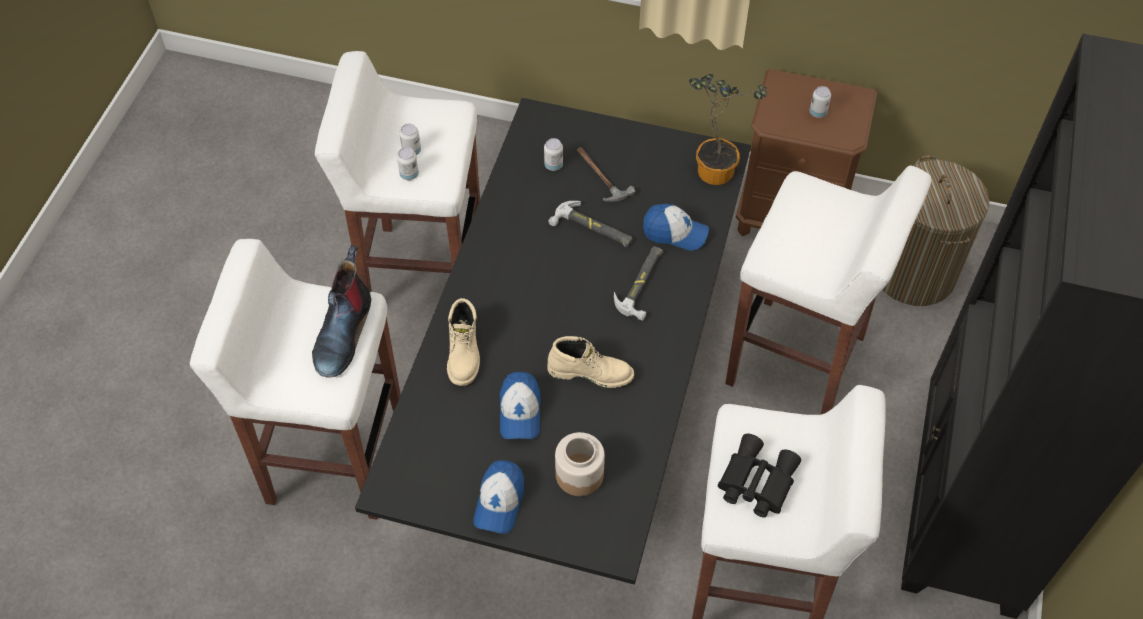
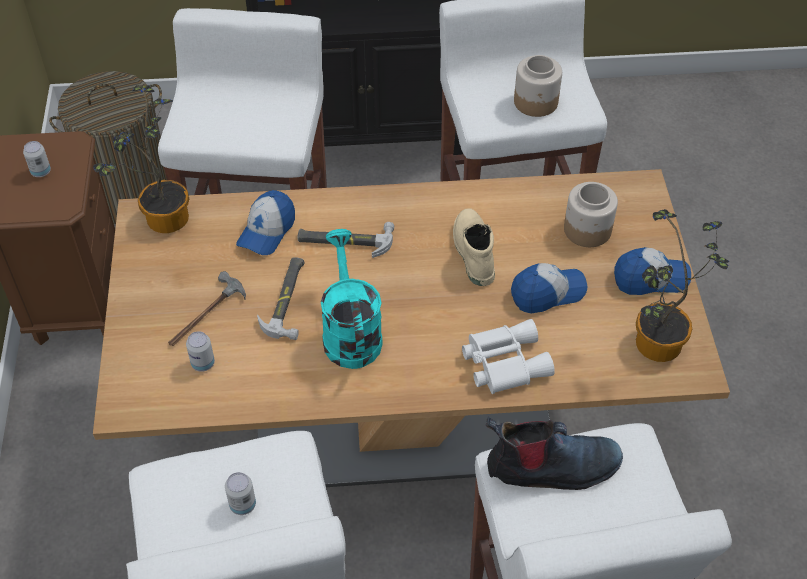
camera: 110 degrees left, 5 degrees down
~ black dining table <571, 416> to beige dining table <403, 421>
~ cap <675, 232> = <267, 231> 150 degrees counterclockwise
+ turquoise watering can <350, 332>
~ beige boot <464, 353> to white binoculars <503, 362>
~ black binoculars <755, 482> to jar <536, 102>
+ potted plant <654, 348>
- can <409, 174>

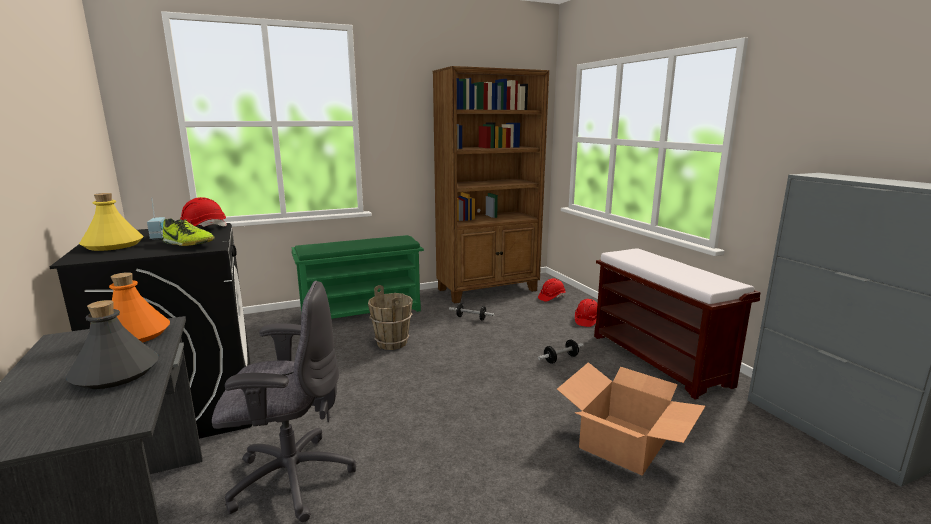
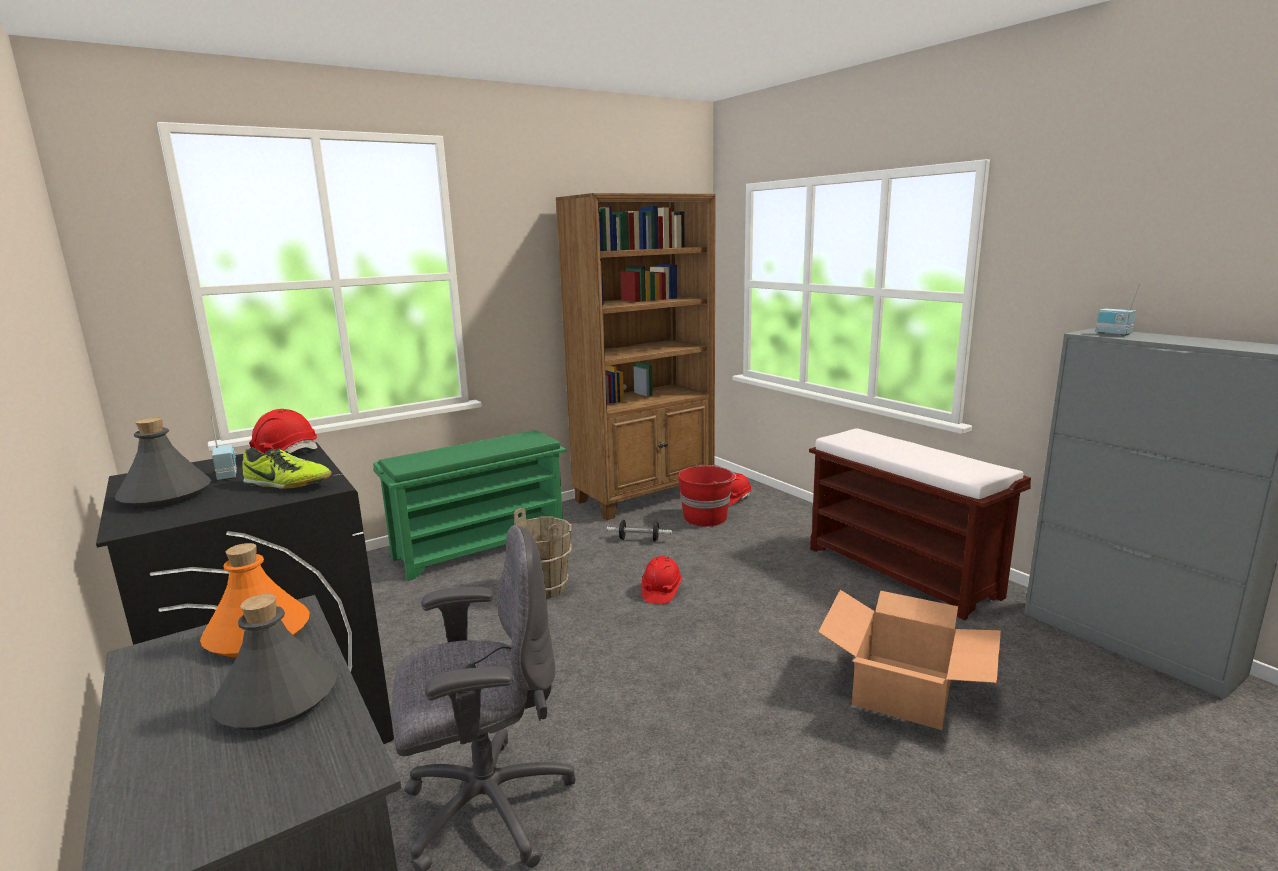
camera: 10 degrees left, 0 degrees up
~ yellow bottle <113, 245> to grey bottle <166, 496>
~ red hard hat <586, 320> to <661, 591>
+ red bucket <706, 518>
+ radio <1113, 334>
- dumbbell <560, 359>

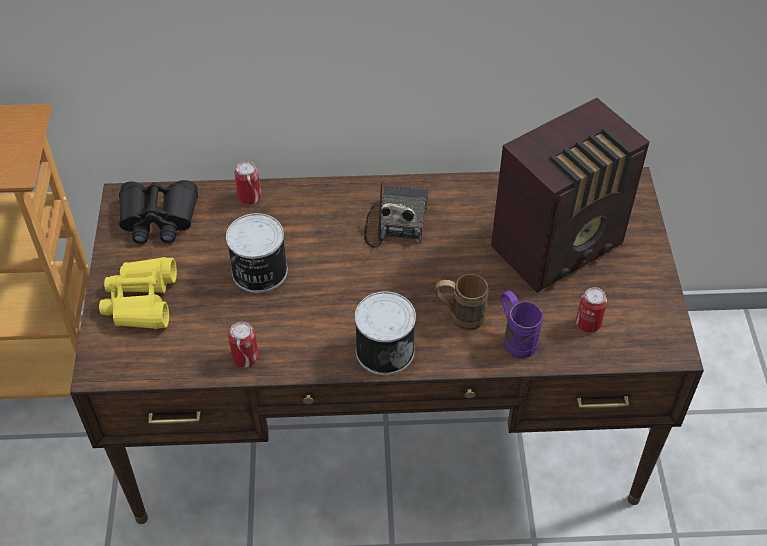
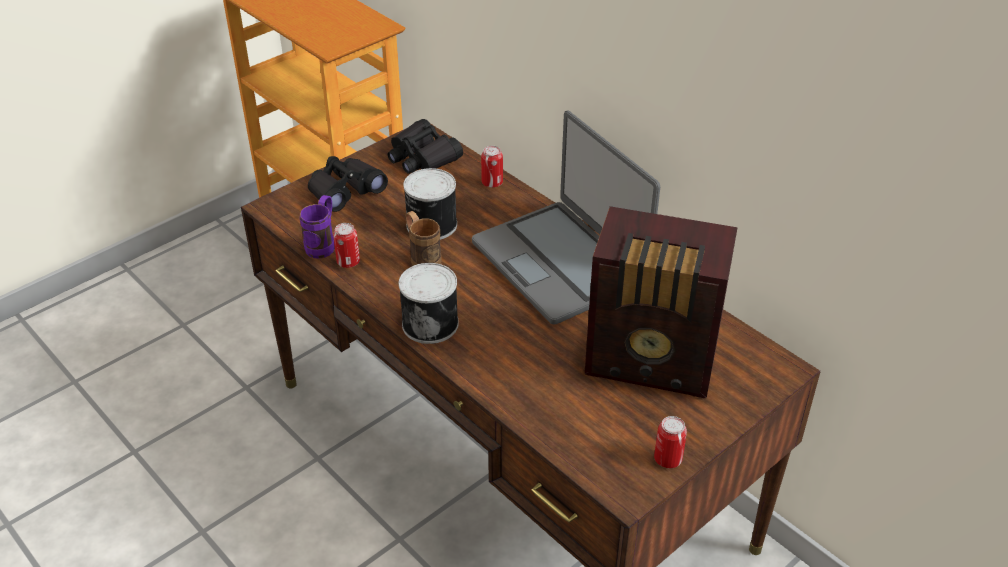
camera: 50 degrees right, 10 degrees down
~ purple mug <515, 338> to <323, 244>
~ yellow binoculars <141, 301> to black binoculars <345, 191>
~ brown mug <459, 316> to <422, 259>
~ radio <396, 222> to laptop <560, 262>
~ can <588, 324> to <668, 459>

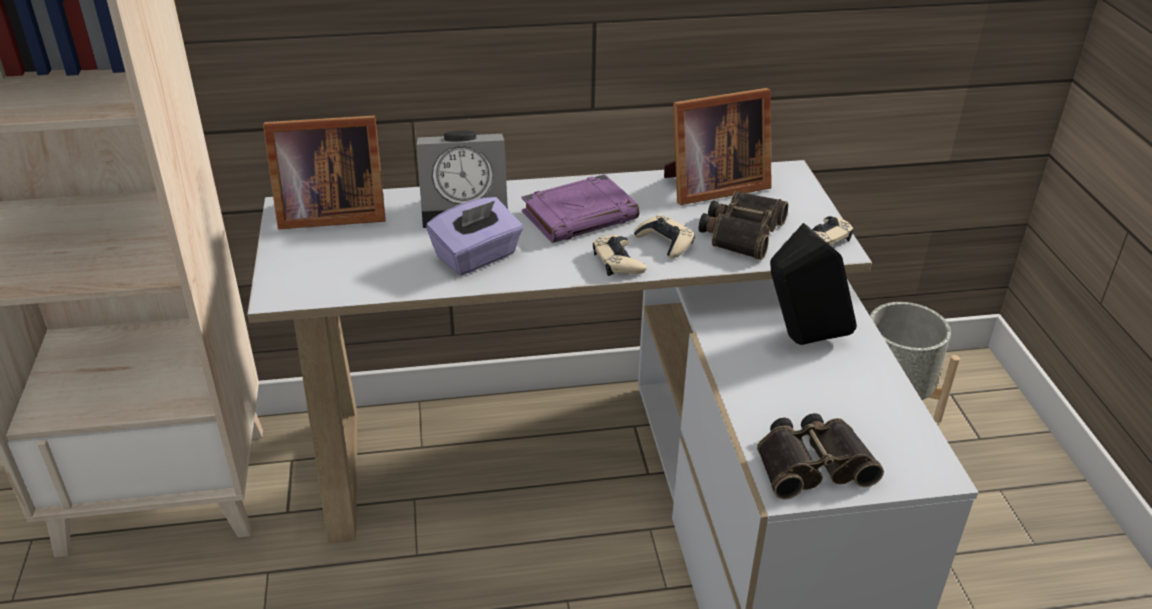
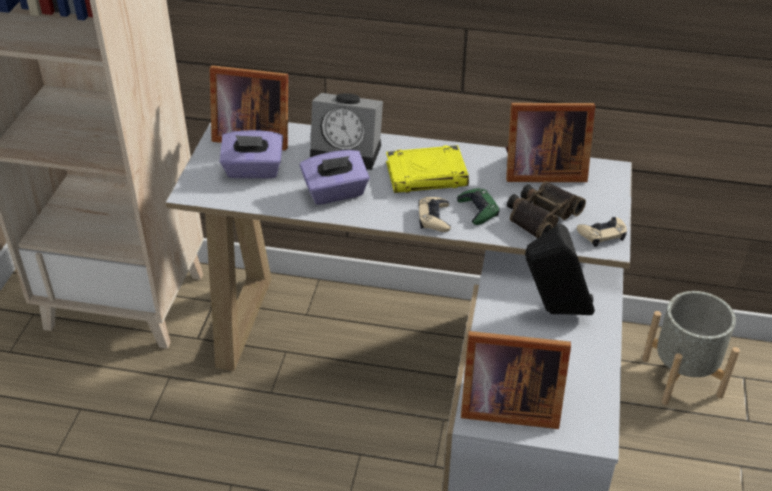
camera: 20 degrees right, 5 degrees up
+ purple tissue box <253, 170>
~ purple book <580, 215> to yellow book <427, 174>
~ beige game controller <665, 242> to green game controller <478, 210>
~ binoculars <812, 463> to picture frame <506, 405>

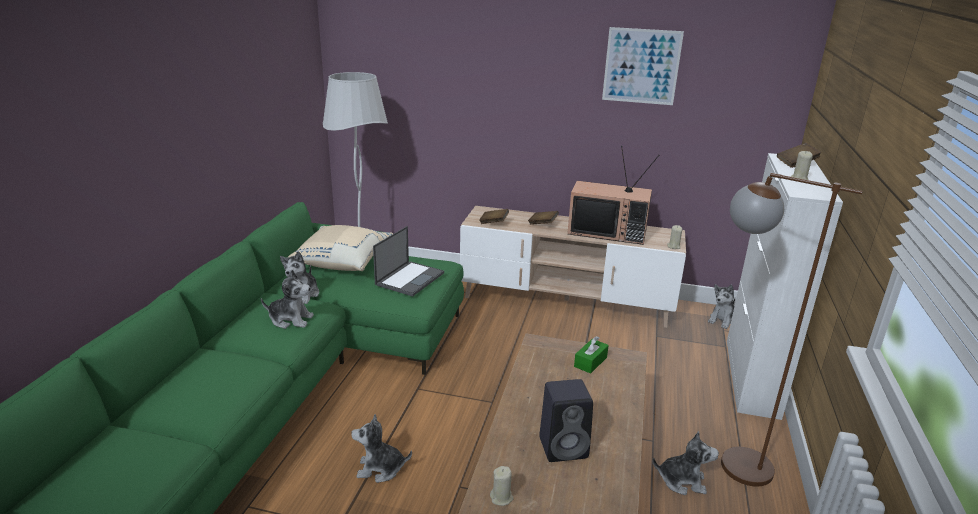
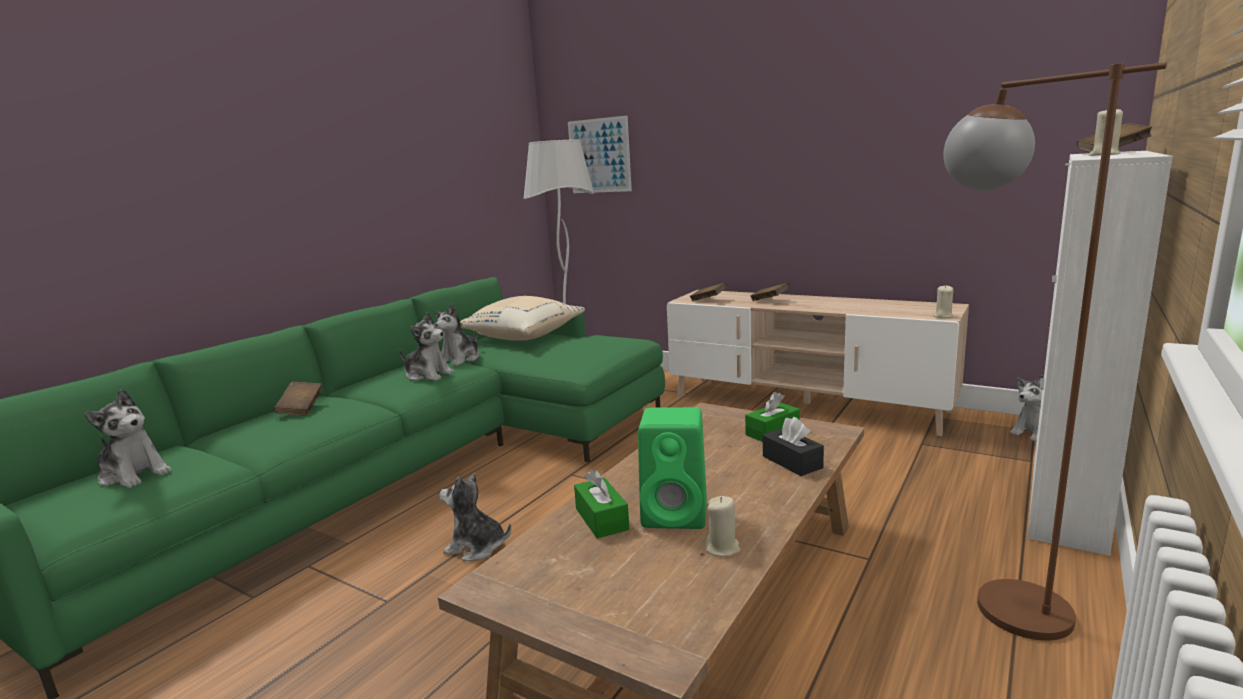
camera: 20 degrees right, 10 degrees down
~ plush toy <682, 481> to <134, 474>
+ brown book <301, 409>
~ picture <641, 66> to <599, 155>
+ green tissue box <601, 519>
~ black speaker <565, 447> to green speaker <677, 514>
~ beige candle <501, 497> to <722, 548>
+ black tissue box <792, 462>
- laptop <410, 278>
- television <608, 232>

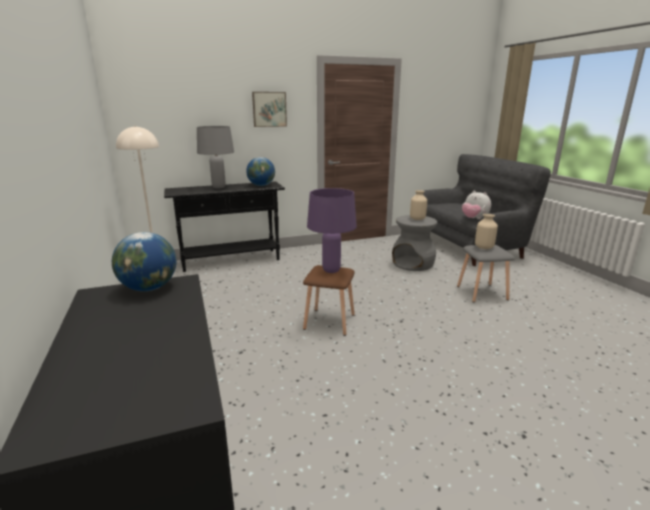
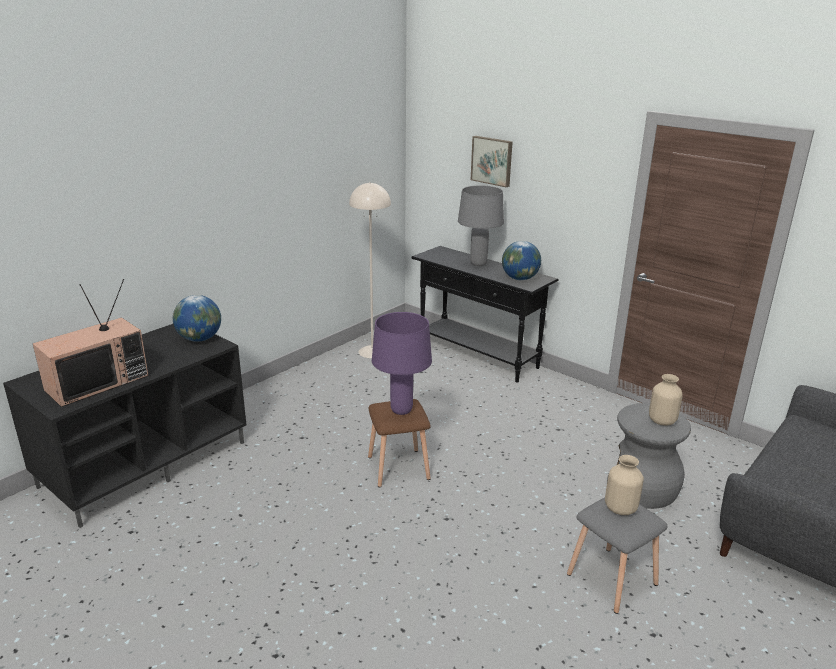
camera: 60 degrees right, 5 degrees up
+ television <98, 382>
~ picture <269, 109> to <492, 160>
- plush toy <474, 219>

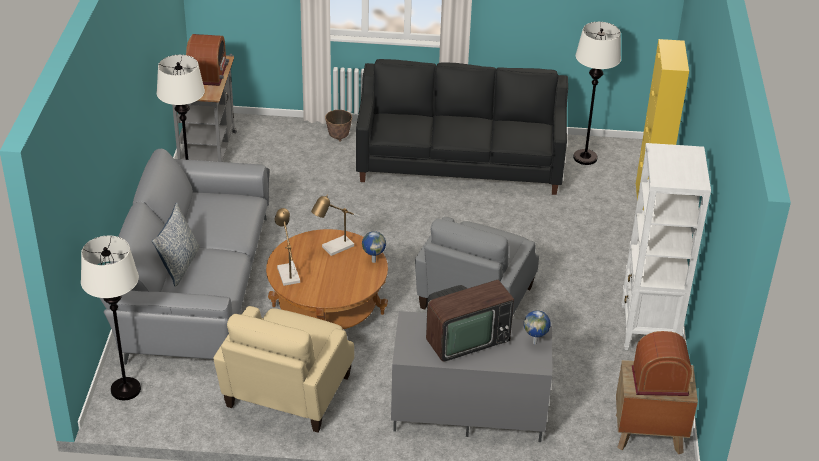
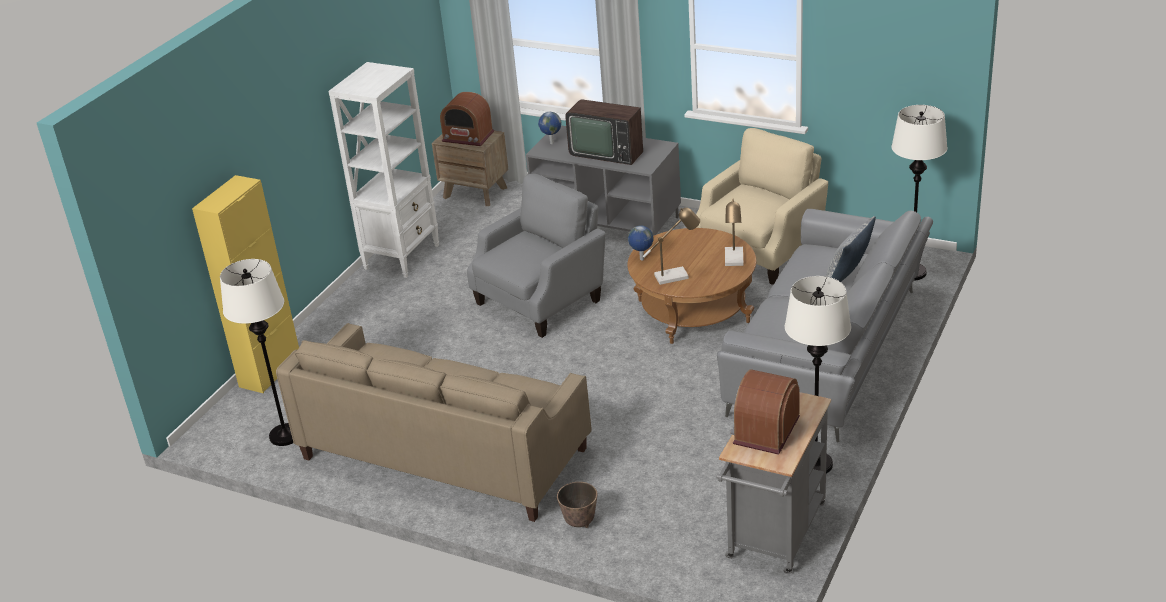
camera: 155 degrees left, 5 degrees down
~ black sofa <460, 163> to beige sofa <443, 453>
~ television <464, 338> = <607, 151> 150 degrees counterclockwise

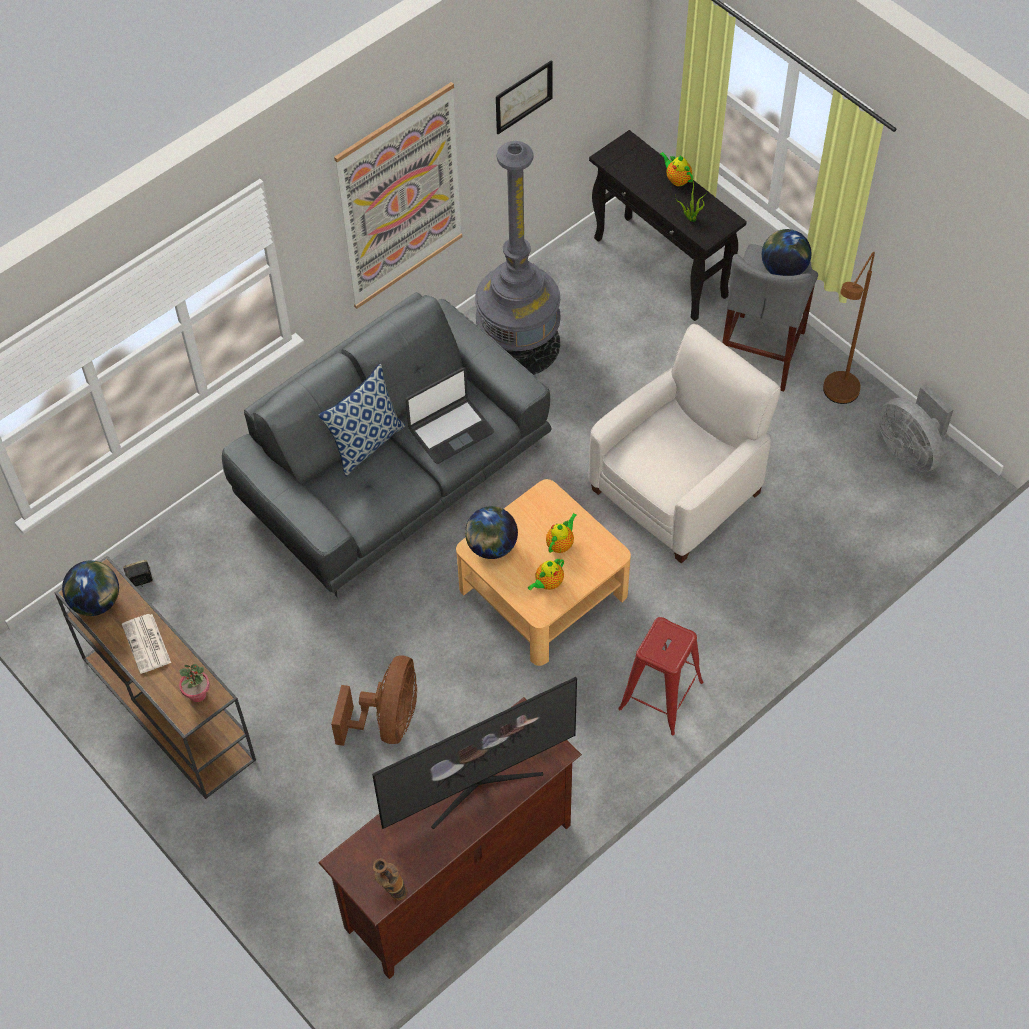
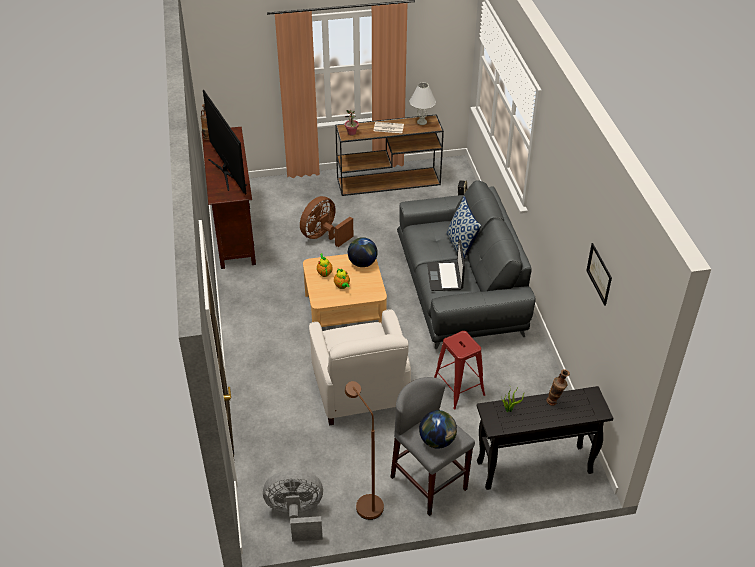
camera: 120 degrees right, 15 degrees down
~ television <478, 784> = <226, 172> 150 degrees clockwise
~ brown fan <388, 720> = <324, 236> 90 degrees clockwise
~ globe <96, 602> to white table lamp <421, 122>
~ red stool <661, 694> to <458, 389>
+ vase <554, 403>
- picture <401, 198>
- grey floor lamp <518, 343>
- teapot <677, 179>

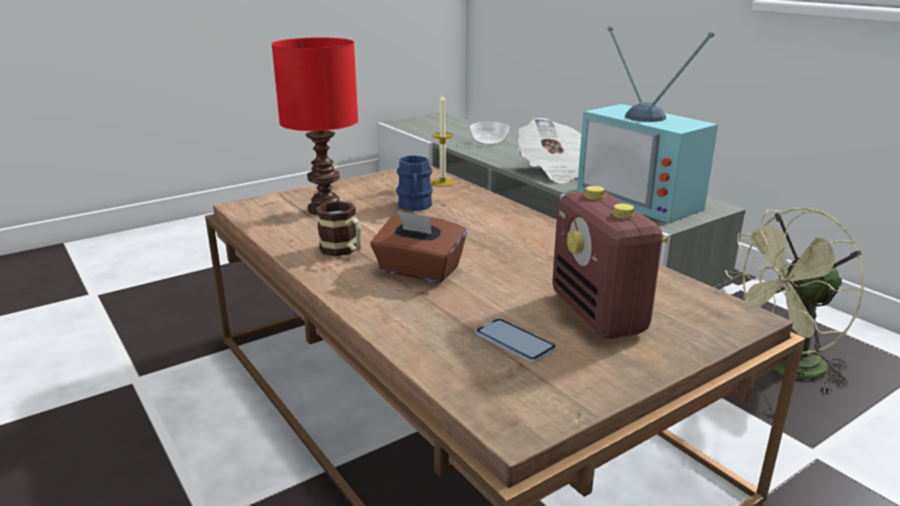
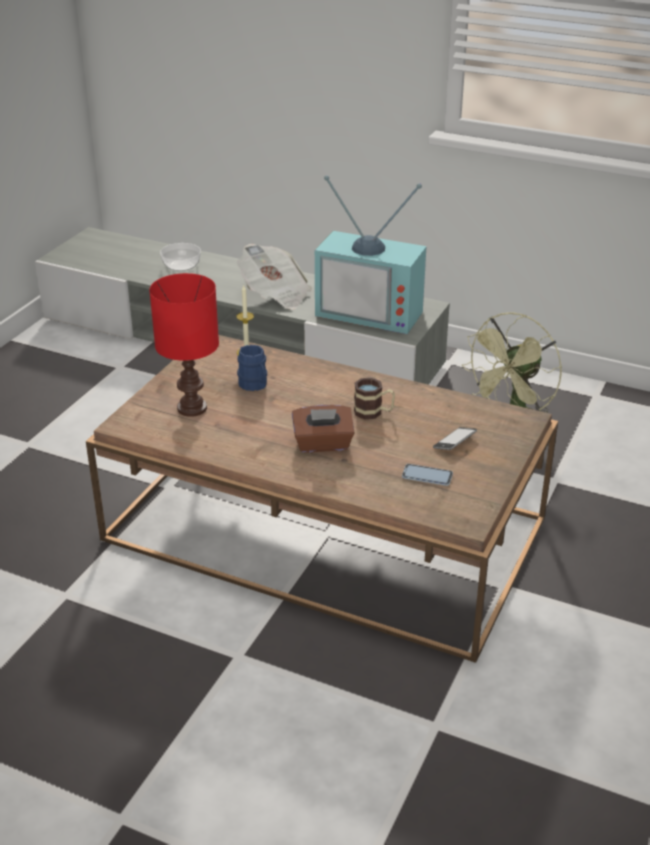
camera: 30 degrees left, 10 degrees up
~ mug <344, 251> to <373, 412>
~ radio <599, 314> to phone <454, 442>

